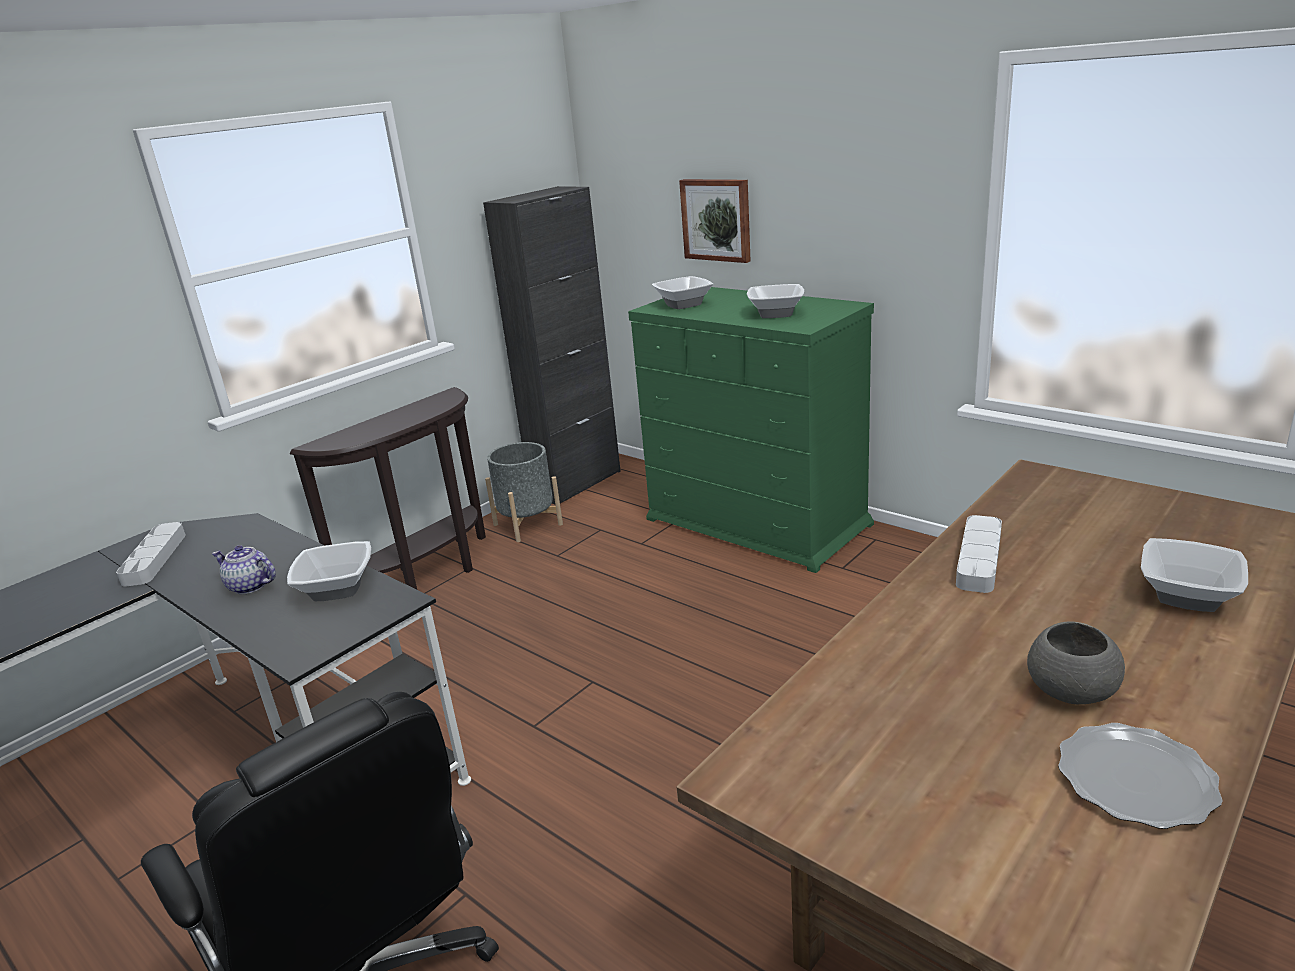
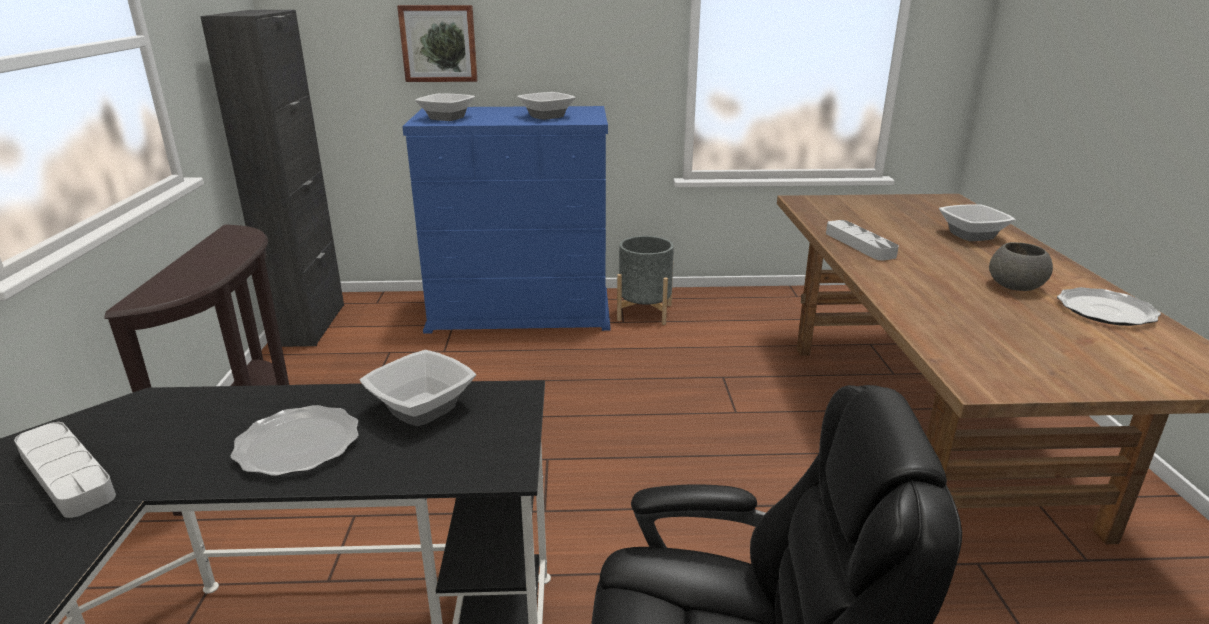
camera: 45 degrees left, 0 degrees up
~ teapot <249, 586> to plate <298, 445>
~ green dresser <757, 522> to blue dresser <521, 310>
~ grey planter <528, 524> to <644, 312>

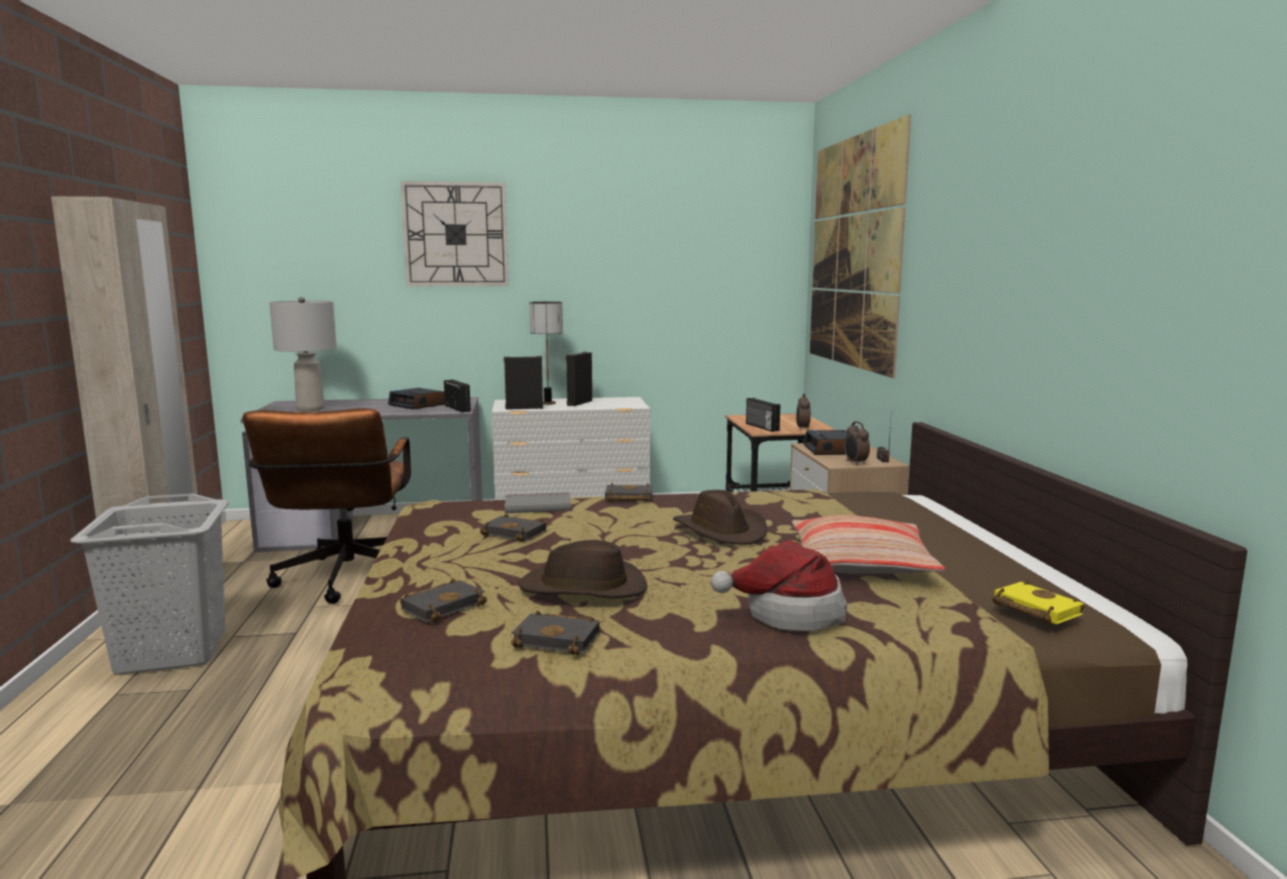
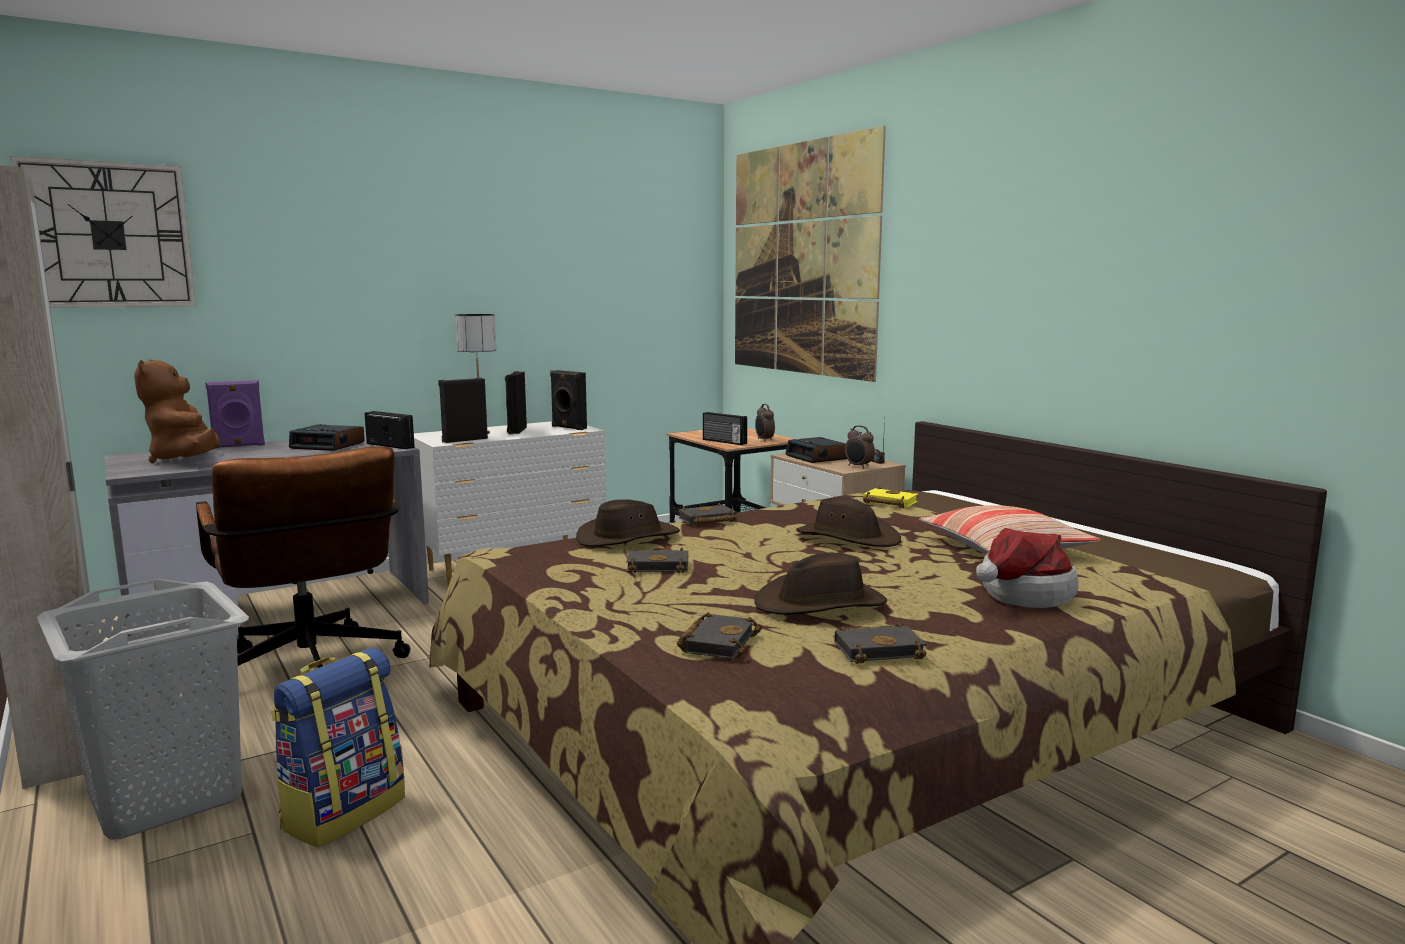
camera: 25 degrees left, 0 degrees up
~ wall clock <456, 234> to <108, 235>
~ grey table lamp <310, 409> to brown plush toy <186, 460>
+ purple speaker <239, 446>
+ backpack <343, 812>
+ black speaker <568, 427>
~ grey book <537, 505> to brown hat <628, 538>
~ yellow book <1033, 609> to <888, 503>

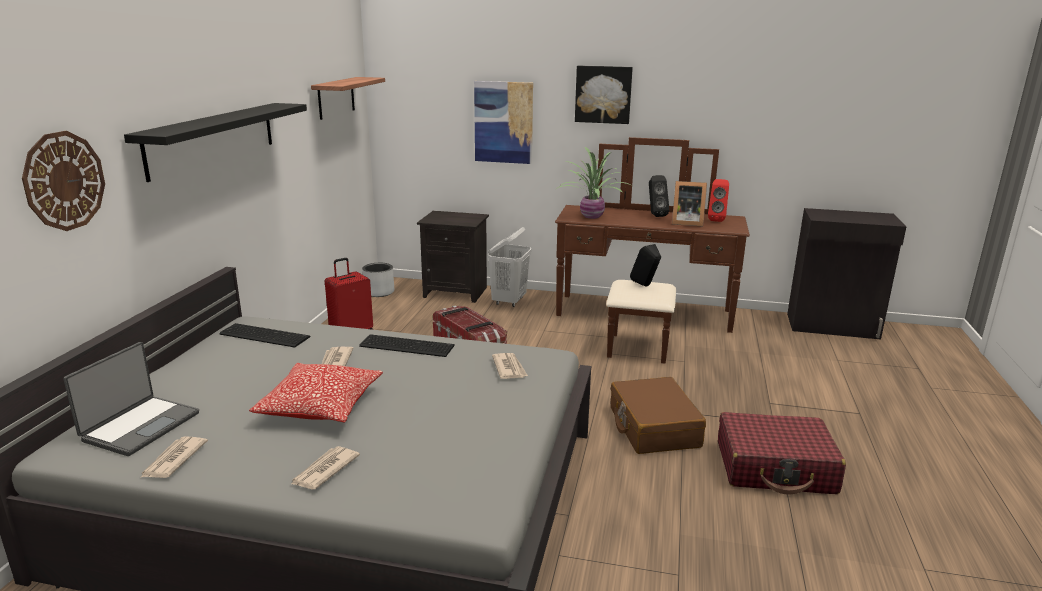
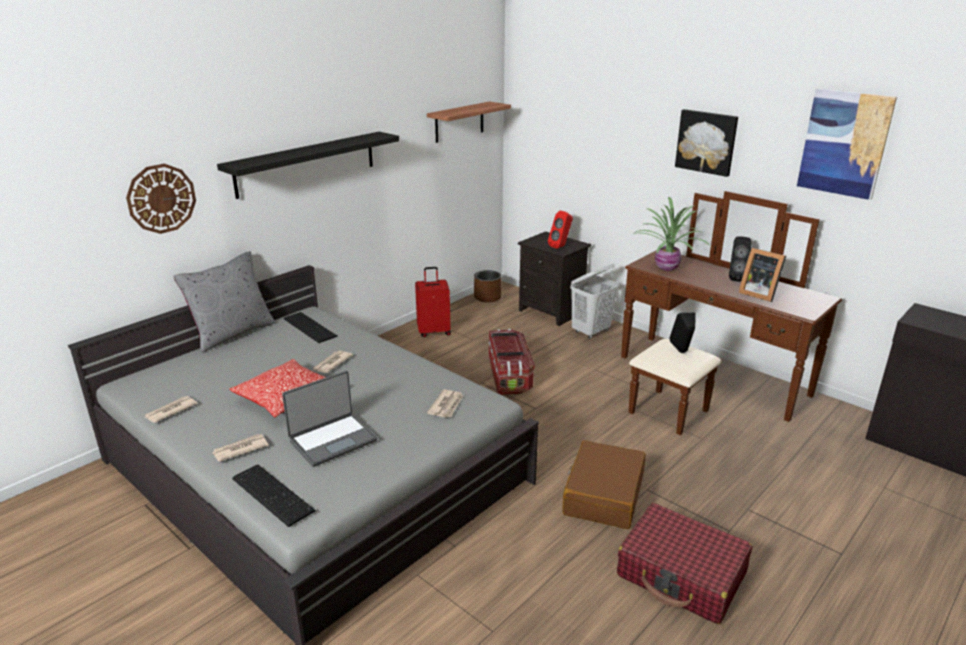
camera: 30 degrees right, 5 degrees up
+ grey pillow <232, 333>
~ keyboard <406, 345> to <273, 493>
~ laptop <140, 426> to <332, 440>
~ grey planter <379, 292> to brown planter <487, 297>
~ red speaker <716, 220> to <560, 246>
~ picture <503, 122> to <844, 143>

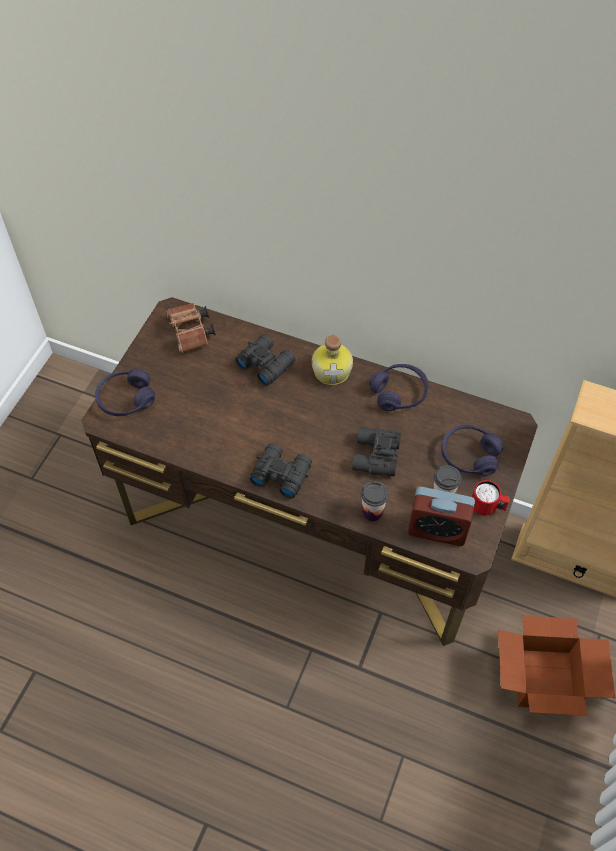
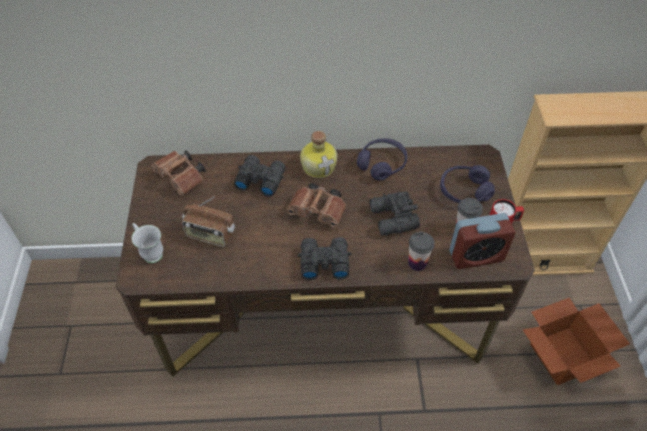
camera: 25 degrees left, 5 degrees down
~ purple headphones <126, 399> to white mug <150, 252>
+ radio <210, 235>
+ brown binoculars <319, 212>

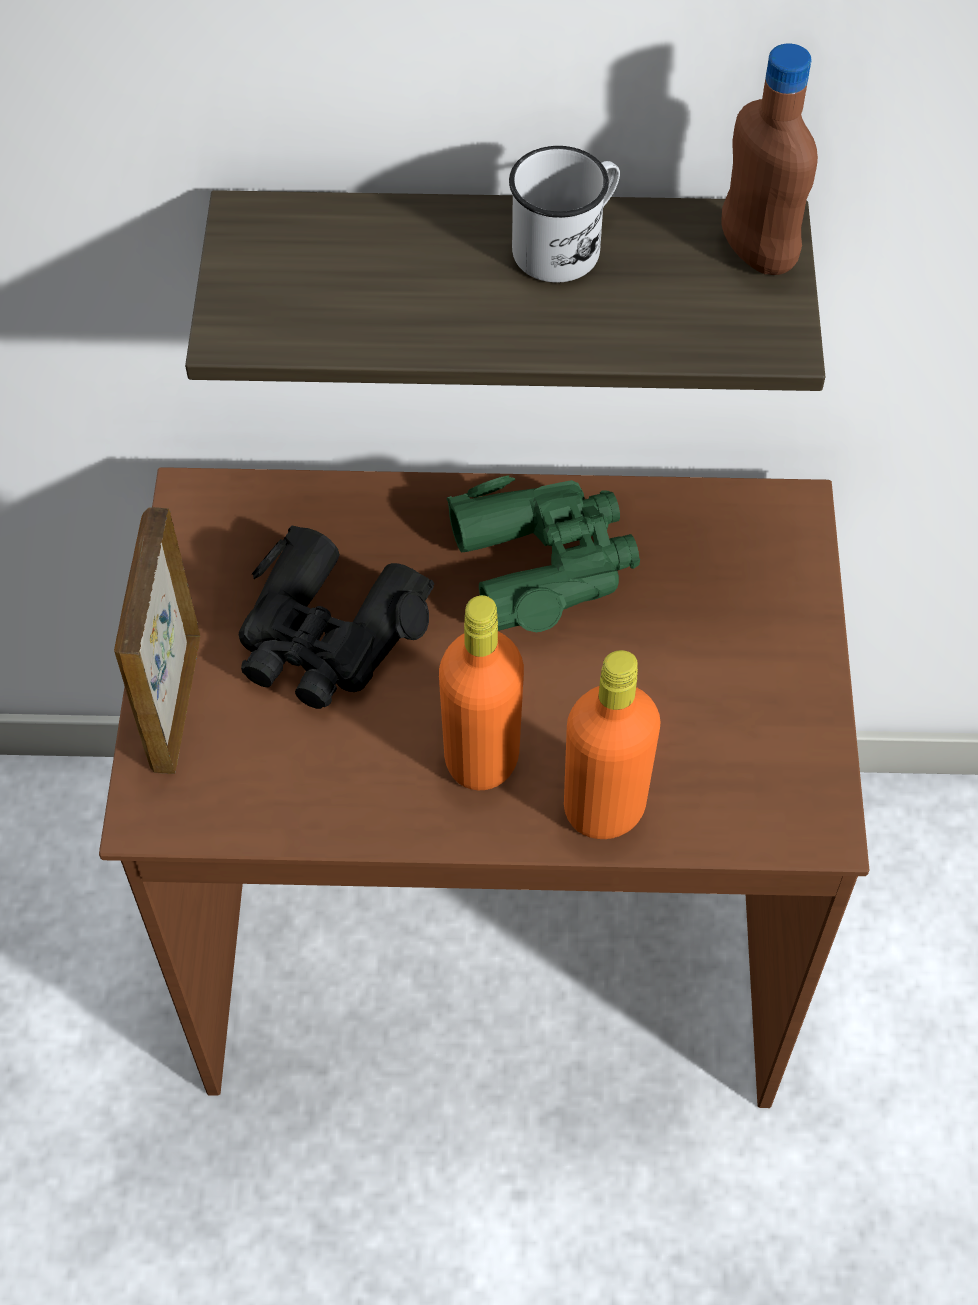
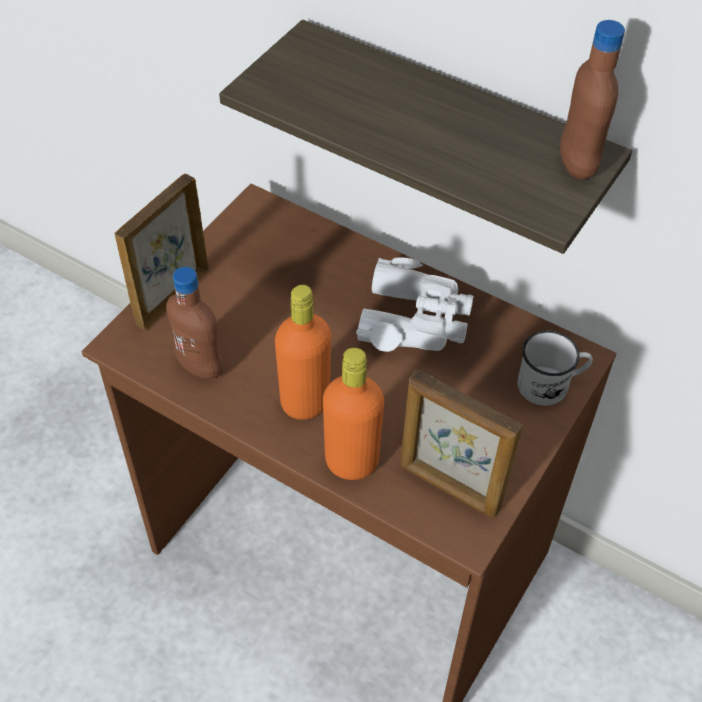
camera: 30 degrees right, 5 degrees down
+ brown bottle <200, 366>
~ green binoculars <545, 562> to white binoculars <415, 319>
+ picture frame <449, 487>
~ white mug <567, 244> to <550, 384>
- black binoculars <327, 636>

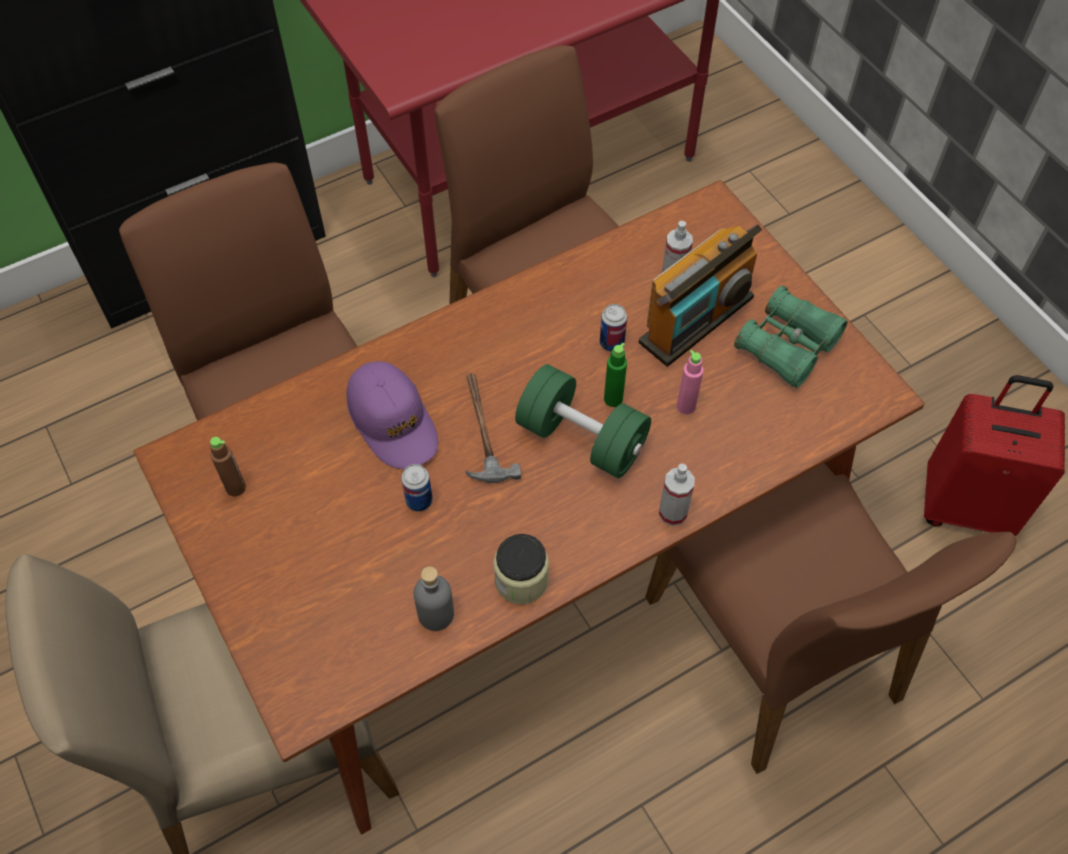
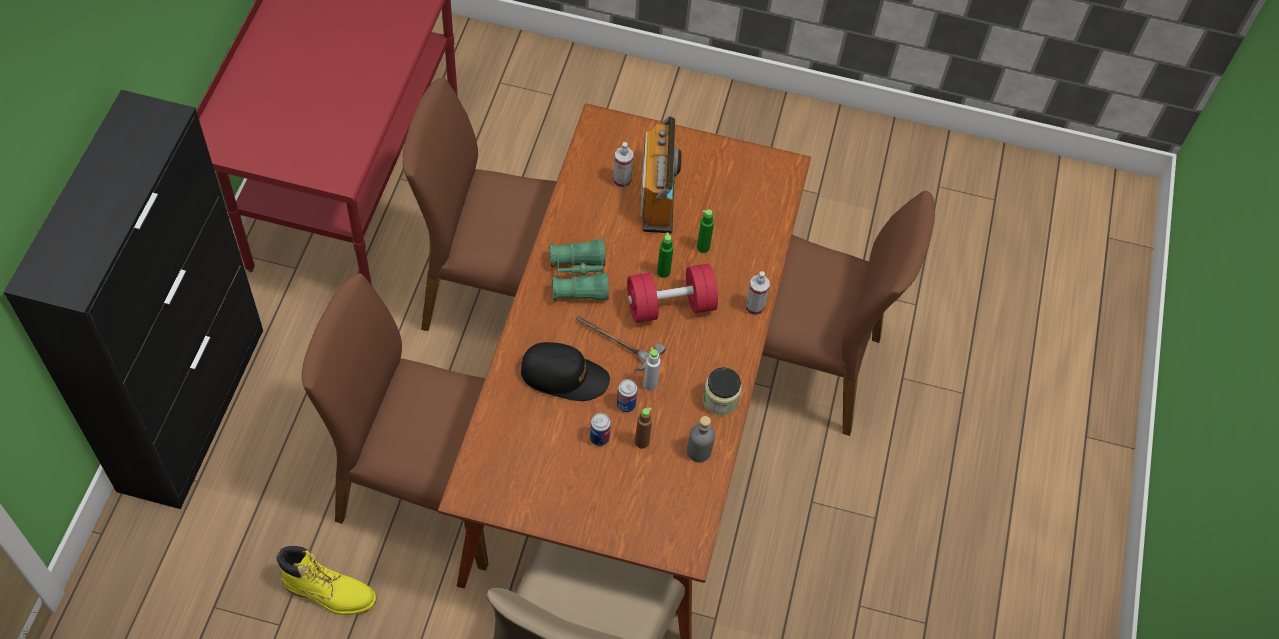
camera: 50 degrees left, 0 degrees up
+ yellow boot <329, 592>
~ purple cap <393, 422> to black cap <564, 376>
~ green binoculars <787, 346> to <579, 278>
~ can <611, 343> to <599, 438>
~ green dumbbell <582, 438> to red dumbbell <670, 305>
~ brown bottle <236, 488> to <642, 442>
+ grey bottle <650, 385>
~ pink bottle <686, 406> to green bottle <703, 247>
- red suitcase <966, 505>

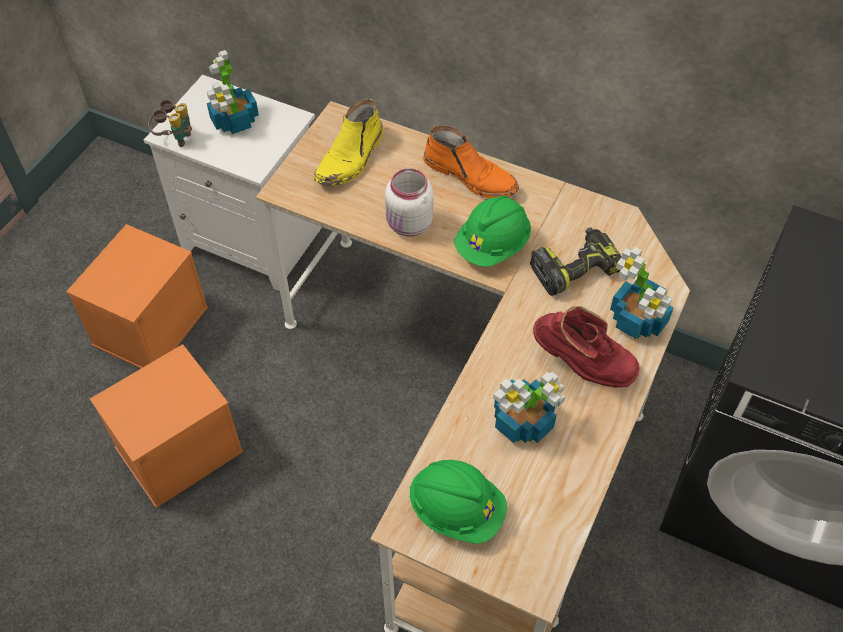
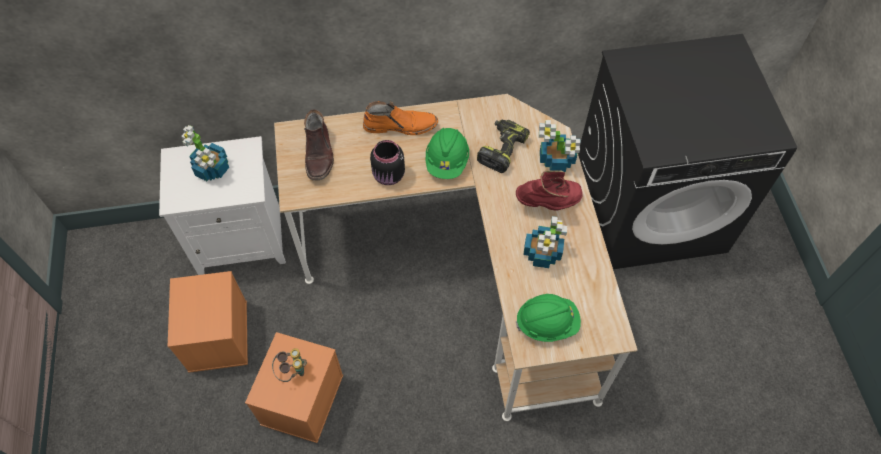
camera: 35 degrees left, 5 degrees up
~ binoculars <175, 138> to <292, 371>
~ yellow boot <351, 158> to brown boot <319, 153>
~ white jar <409, 225> to black jar <389, 176>

